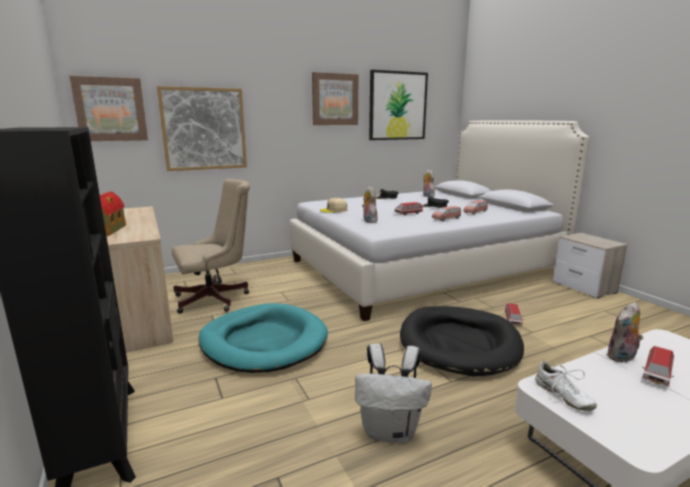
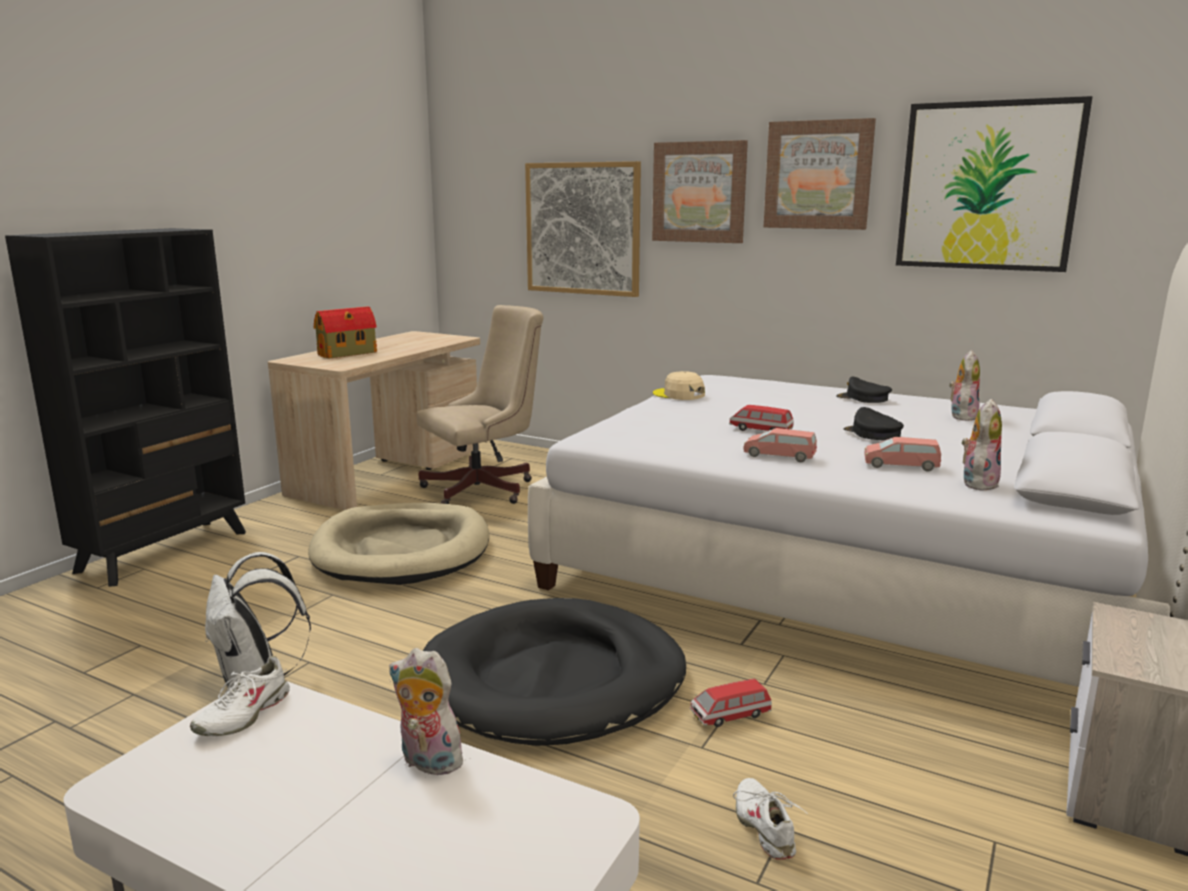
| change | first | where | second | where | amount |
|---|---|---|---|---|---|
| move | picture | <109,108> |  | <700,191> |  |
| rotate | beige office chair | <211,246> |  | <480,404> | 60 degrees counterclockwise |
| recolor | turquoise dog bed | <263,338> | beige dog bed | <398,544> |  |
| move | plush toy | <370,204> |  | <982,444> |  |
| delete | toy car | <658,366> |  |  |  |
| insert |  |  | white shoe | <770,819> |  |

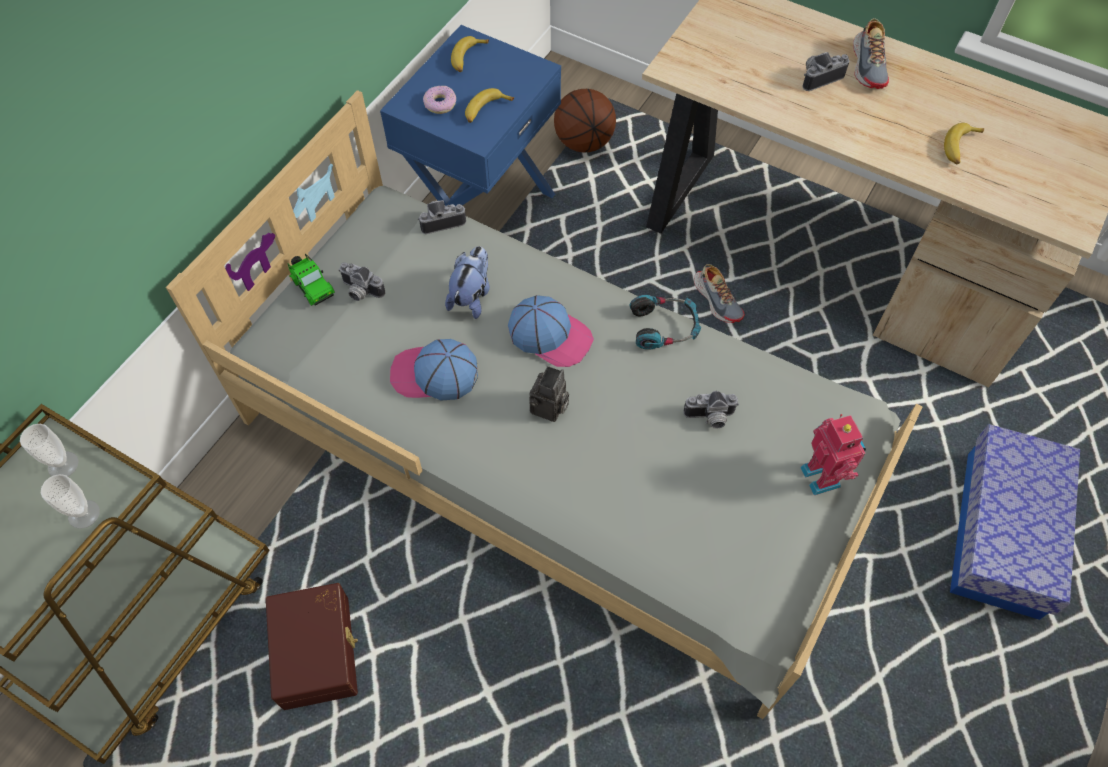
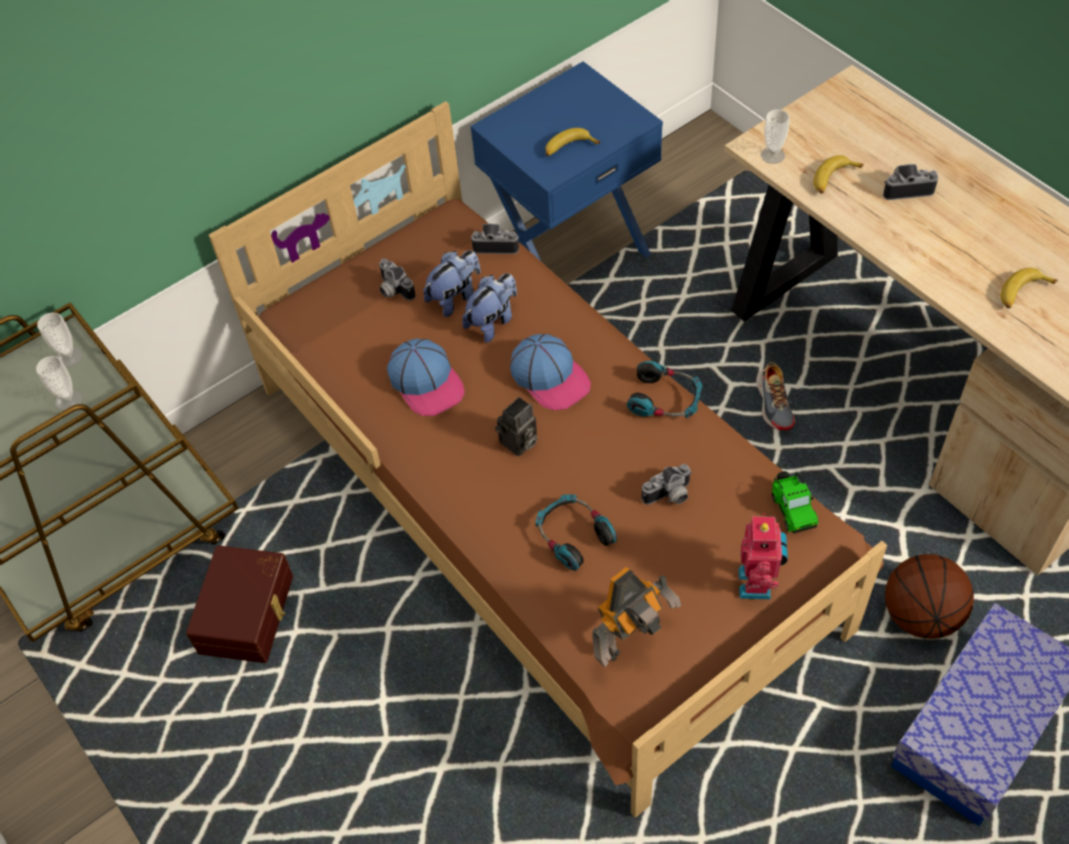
| change | first | where | second | where | amount |
|---|---|---|---|---|---|
| recolor | grey bed | <544,404> | brown bed | <548,459> |  |
| move | toy car | <311,280> |  | <794,502> |  |
| rotate | cap | <434,369> |  | <426,377> | 150 degrees counterclockwise |
| delete | donut | <439,100> |  |  |  |
| move | banana | <470,54> |  | <839,174> |  |
| move | basketball | <585,121> |  | <929,596> |  |
| rotate | photo camera | <711,410> |  | <667,484> | 45 degrees counterclockwise |
| delete | shoe | <871,53> |  |  |  |
| insert |  |  | plush toy | <452,283> |  |
| insert |  |  | headphones | <576,532> |  |
| insert |  |  | toy robot | <636,617> |  |
| insert |  |  | cup | <775,136> |  |

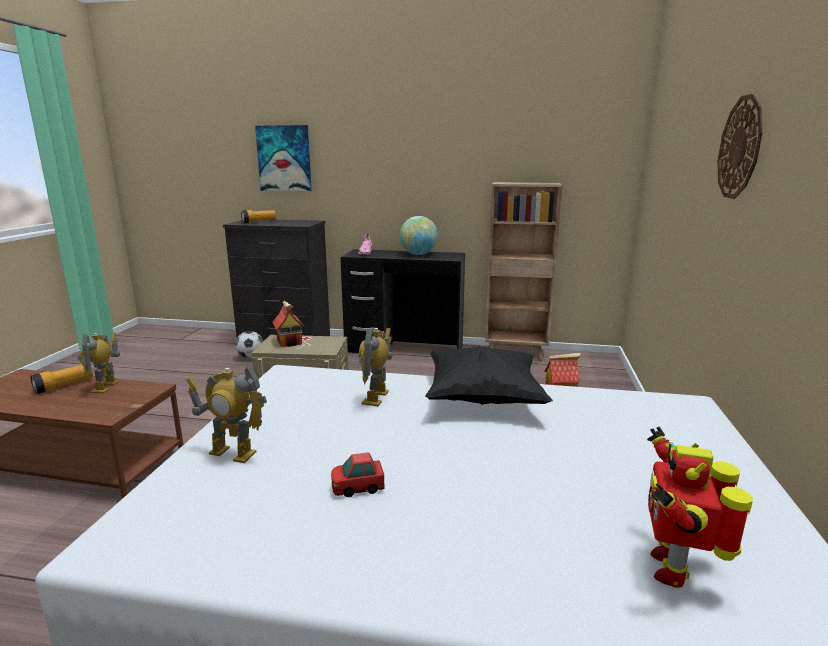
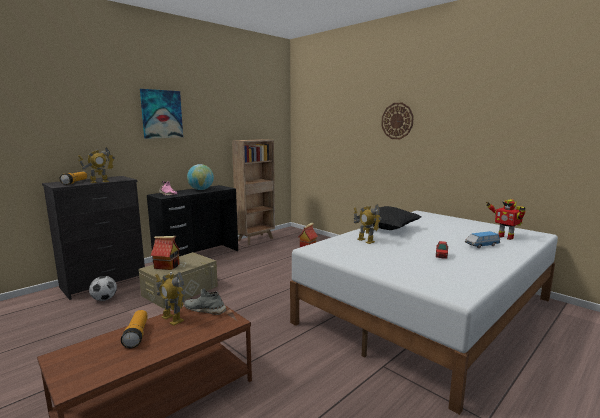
| change | first | where | second | where | amount |
|---|---|---|---|---|---|
| move | toy robot | <226,413> |  | <96,165> |  |
| move | picture | <283,158> |  | <161,114> |  |
| insert |  |  | grey shoe | <205,302> |  |
| insert |  |  | toy car | <482,239> |  |

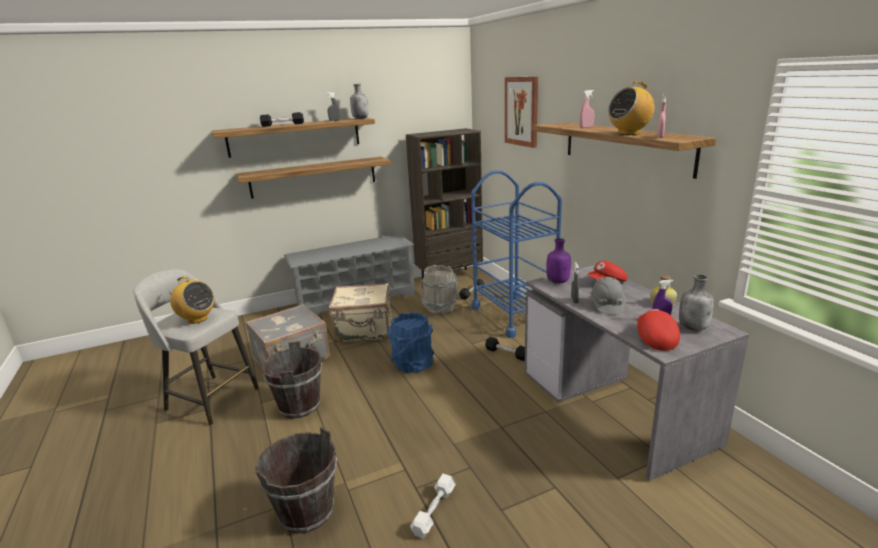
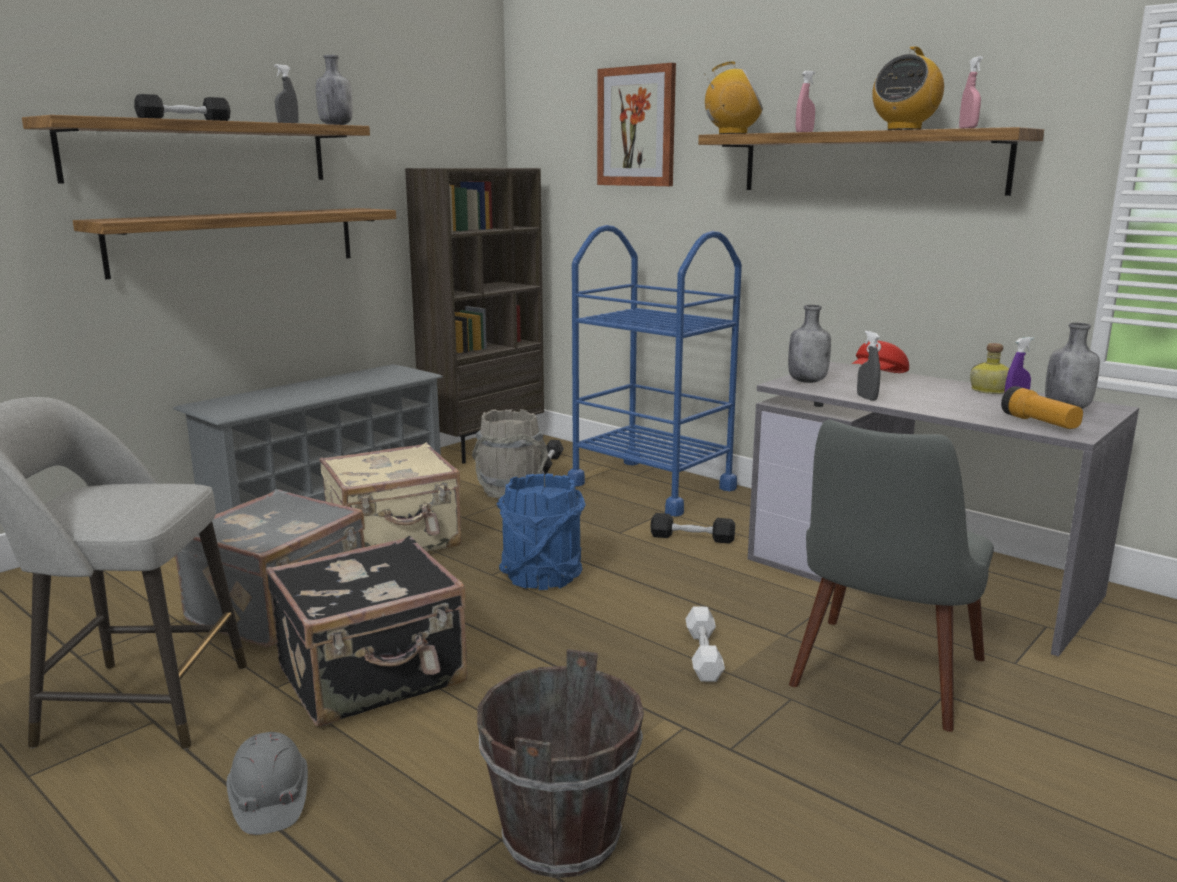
| change | first | where | second | where | amount |
|---|---|---|---|---|---|
| move | radio | <191,300> |  | <734,98> |  |
| replace | brown bucket | <292,380> | black suitcase | <366,631> |  |
| move | white dumbbell | <433,506> |  | <705,644> |  |
| recolor | purple bottle | <558,260> | grey bottle | <809,344> |  |
| move | grey hard hat | <607,296> |  | <267,783> |  |
| replace | red cap | <658,330> | flashlight | <1042,407> |  |
| insert |  |  | grey chair | <891,575> |  |

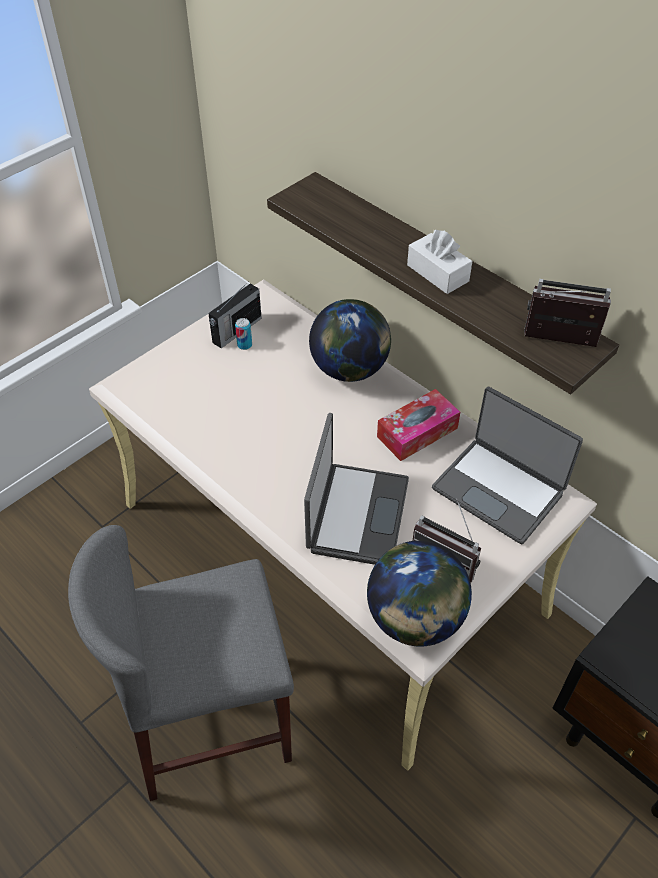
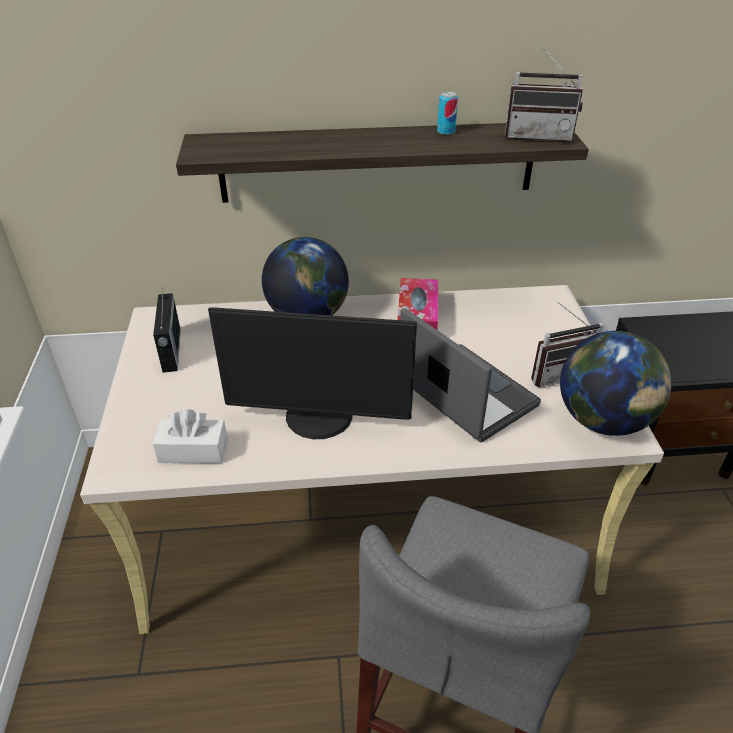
| change | first | where | second | where | amount |
|---|---|---|---|---|---|
| move | can | <243,334> |  | <447,113> |  |
| move | white tissue box | <439,262> |  | <190,436> |  |
| delete | laptop | <507,465> |  |  |  |
| rotate | radio | <567,313> |  | <544,94> | 135 degrees counterclockwise |
| insert |  |  | monitor | <312,373> |  |

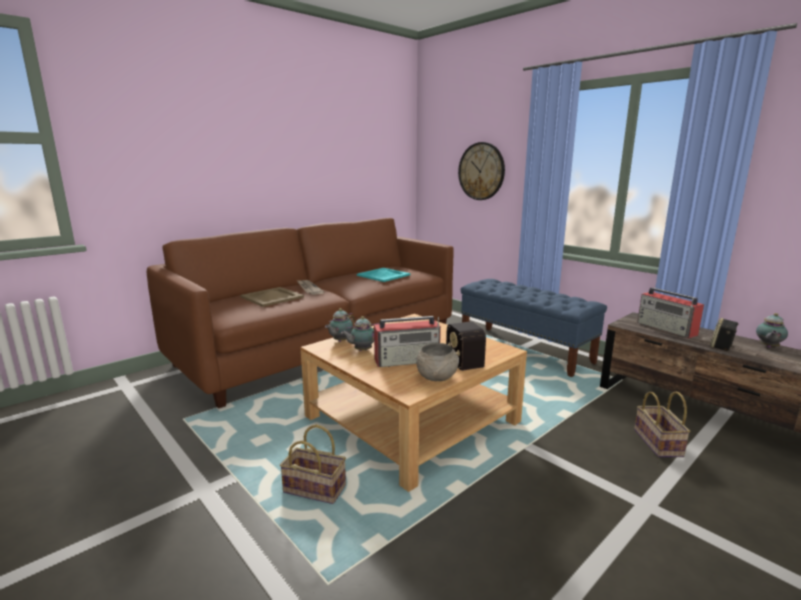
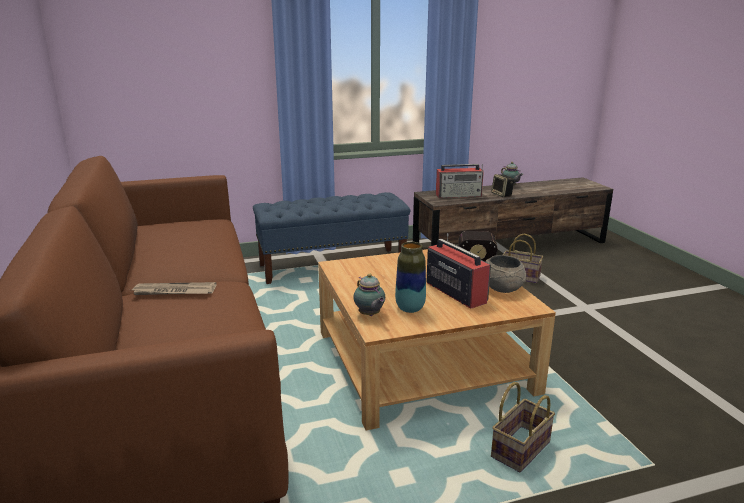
| change | first | where | second | where | amount |
|---|---|---|---|---|---|
| delete | beige tray | <272,297> |  |  |  |
| replace | teapot | <360,333> | vase | <410,277> |  |
| delete | turquoise tray | <383,275> |  |  |  |
| rotate | radio | <407,341> |  | <459,271> | 45 degrees counterclockwise |
| delete | wall clock | <481,171> |  |  |  |

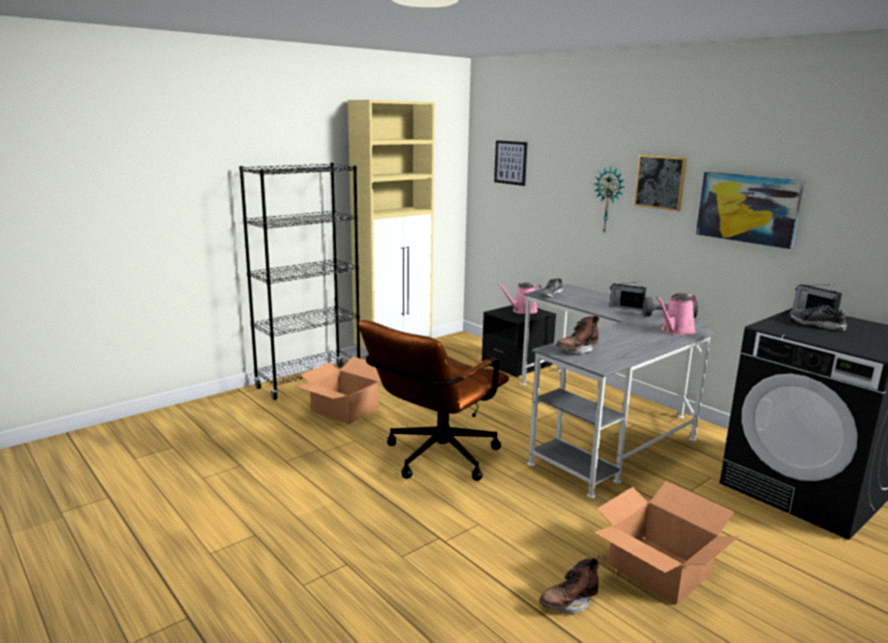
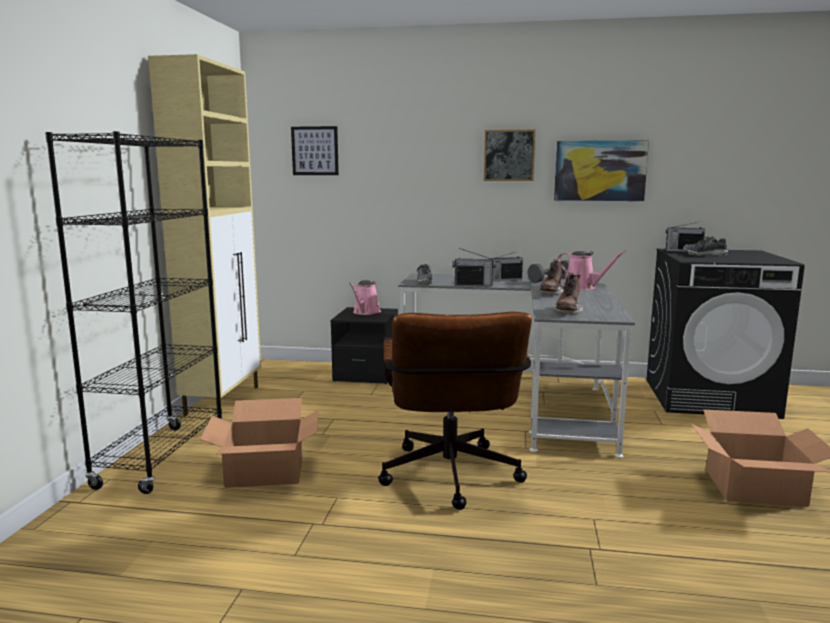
| change | first | where | second | where | amount |
|---|---|---|---|---|---|
| move | brown boot | <569,584> |  | <551,277> |  |
| delete | wall clock | <610,201> |  |  |  |
| rotate | pink watering can | <676,314> |  | <592,270> | 60 degrees counterclockwise |
| insert |  |  | radio | <474,267> |  |

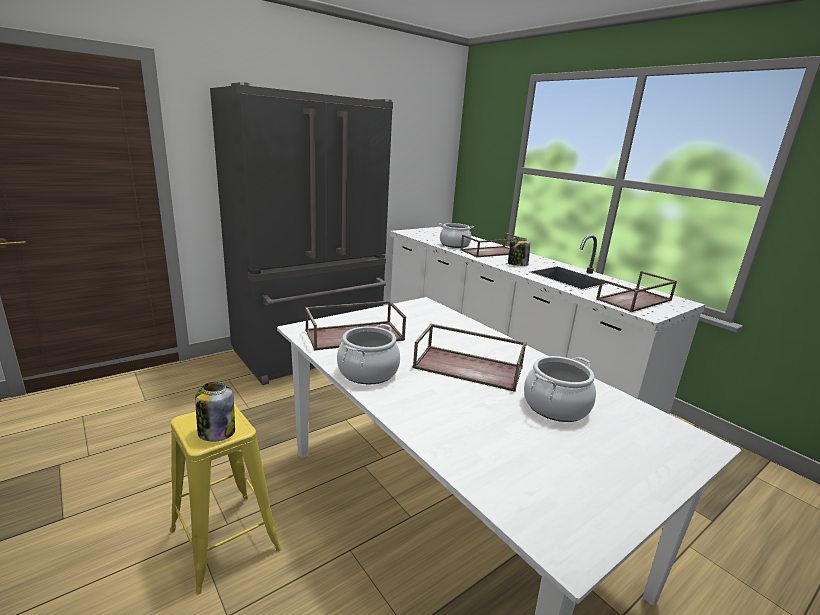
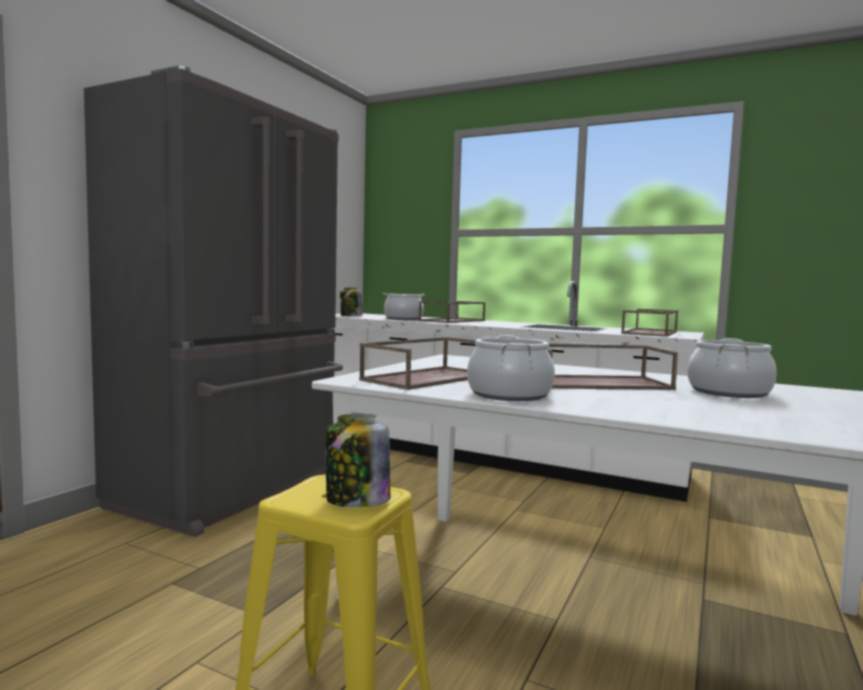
| change | first | where | second | where | amount |
|---|---|---|---|---|---|
| move | jar | <519,252> |  | <351,302> |  |

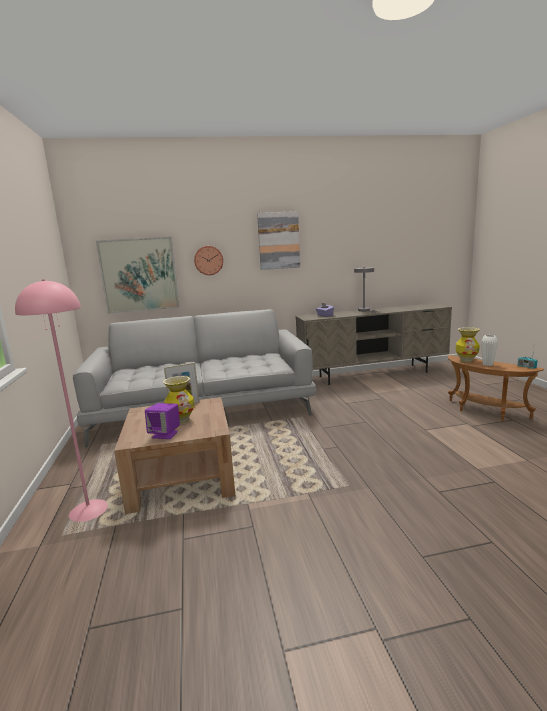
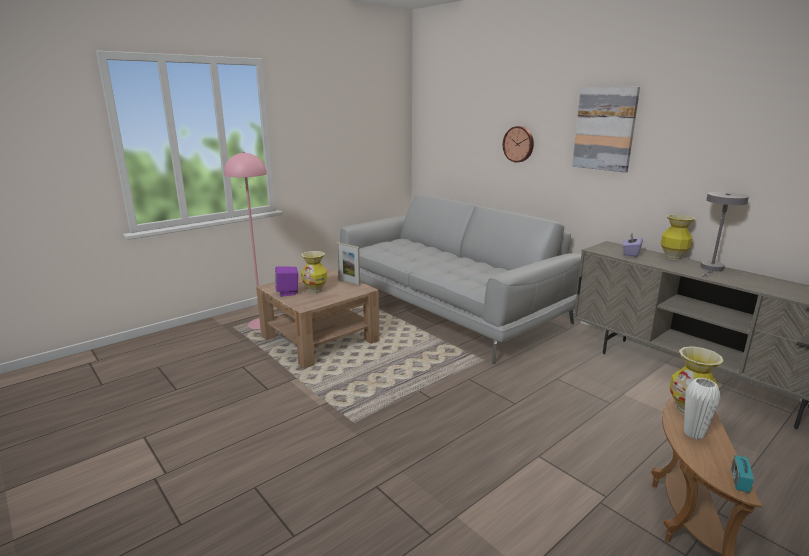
| change | first | where | second | where | amount |
|---|---|---|---|---|---|
| delete | picture | <138,275> |  |  |  |
| insert |  |  | vase | <678,237> |  |

